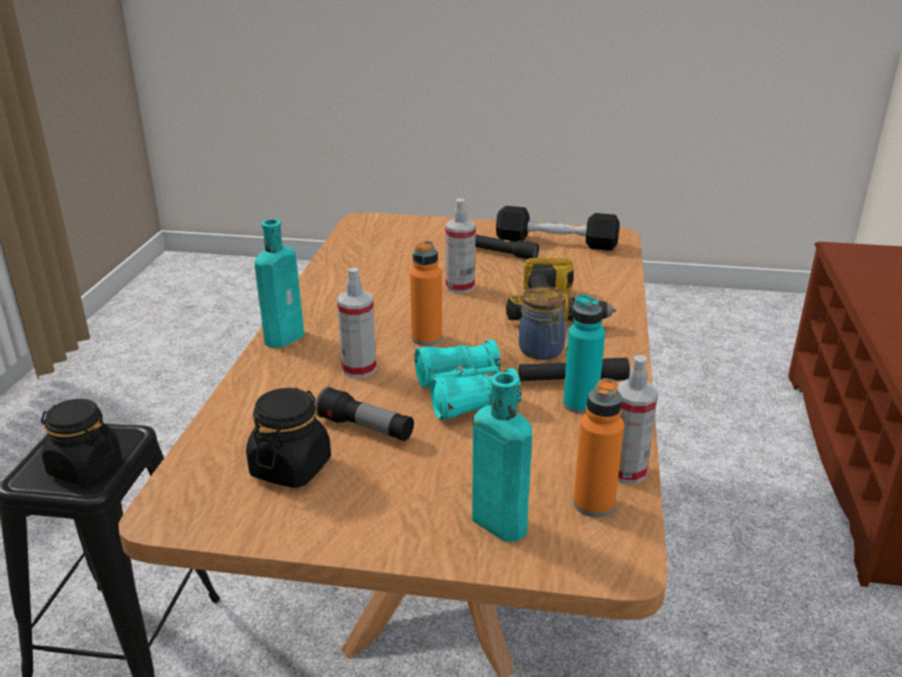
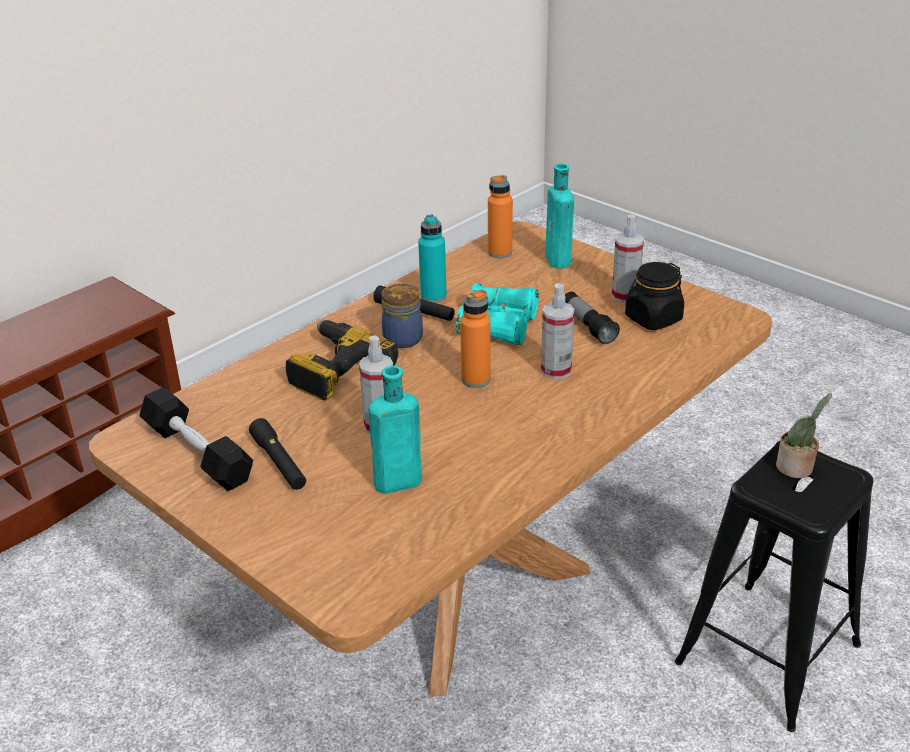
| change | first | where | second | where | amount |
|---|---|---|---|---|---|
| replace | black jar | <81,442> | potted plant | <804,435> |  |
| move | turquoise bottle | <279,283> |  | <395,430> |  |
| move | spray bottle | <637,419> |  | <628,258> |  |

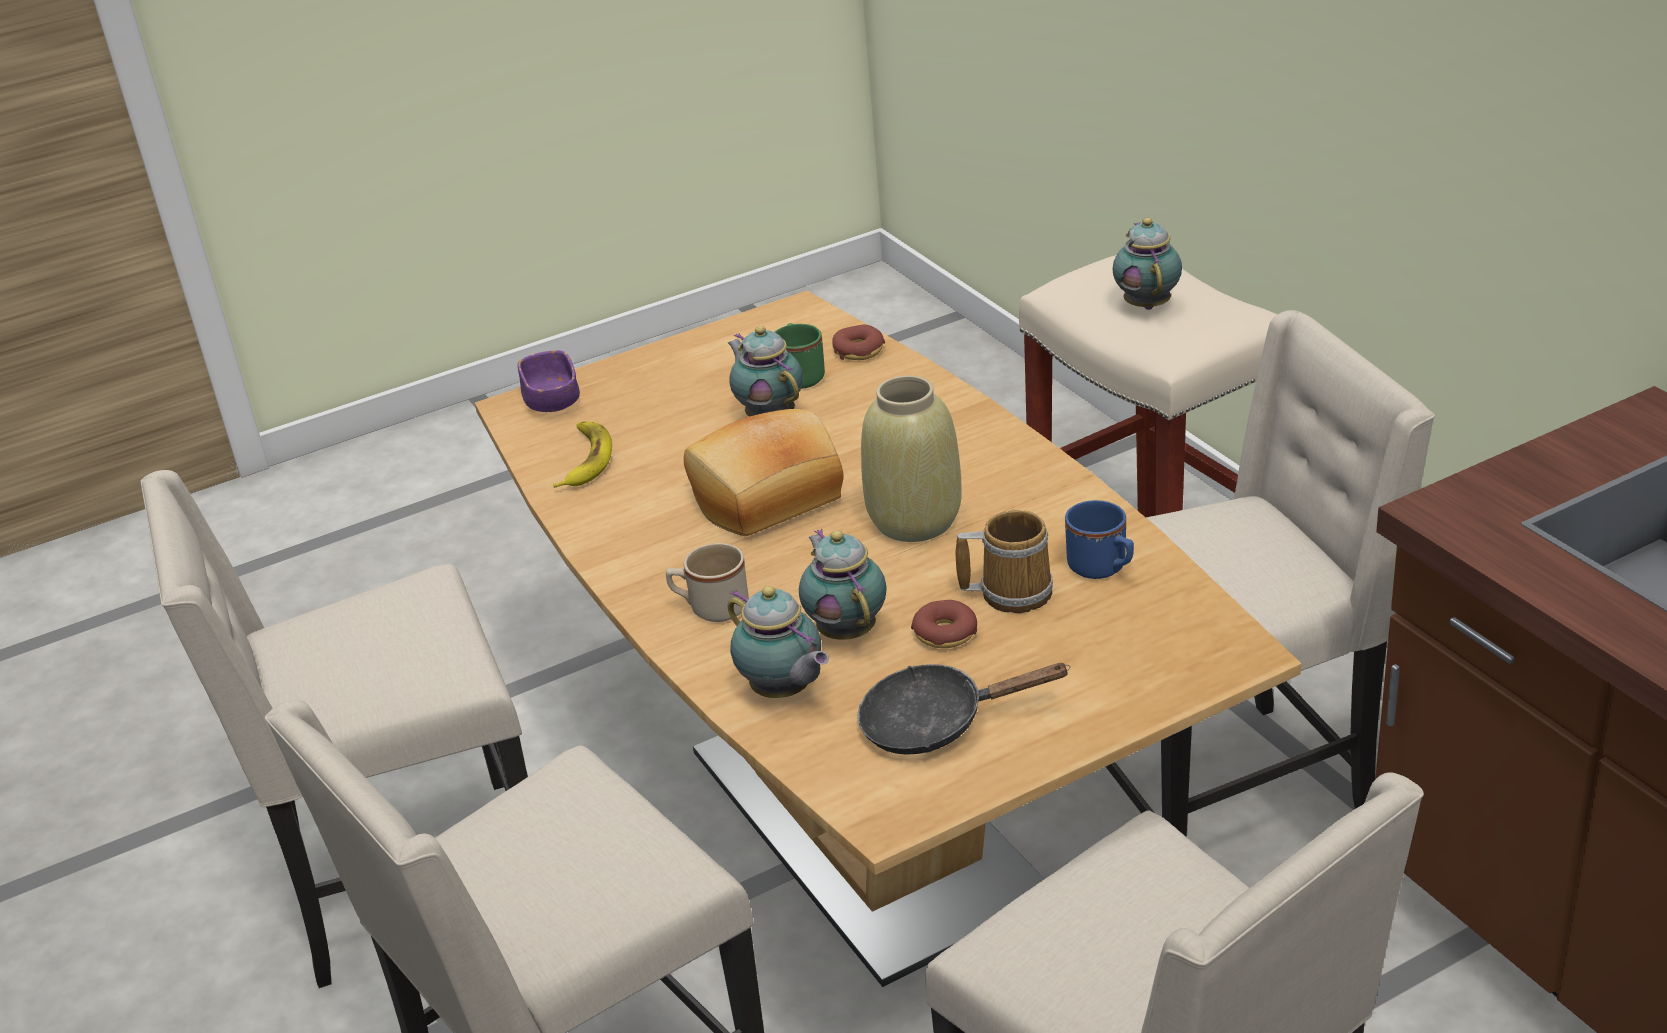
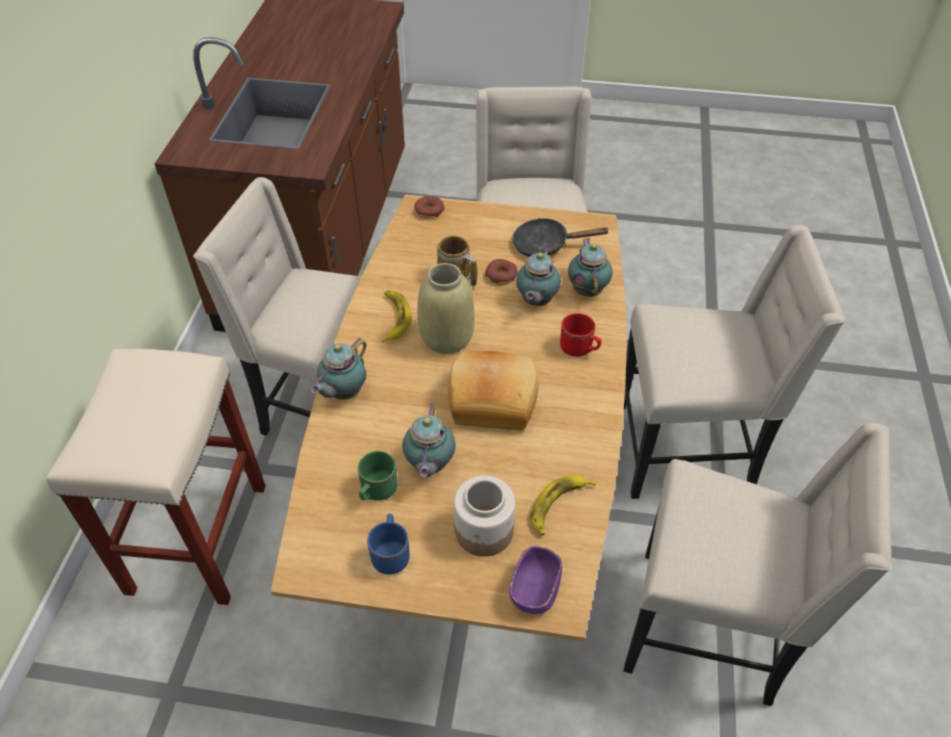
| change | first | where | second | where | amount |
|---|---|---|---|---|---|
| recolor | beige mug | <707,582> | red mug | <581,335> |  |
| move | donut | <858,342> |  | <429,207> |  |
| rotate | black frying pan | <963,709> |  | <561,237> | 150 degrees clockwise |
| move | blue mug | <1099,539> |  | <388,544> |  |
| move | teapot | <1147,264> |  | <339,368> |  |
| insert |  |  | banana | <396,316> |  |
| insert |  |  | jar | <484,516> |  |

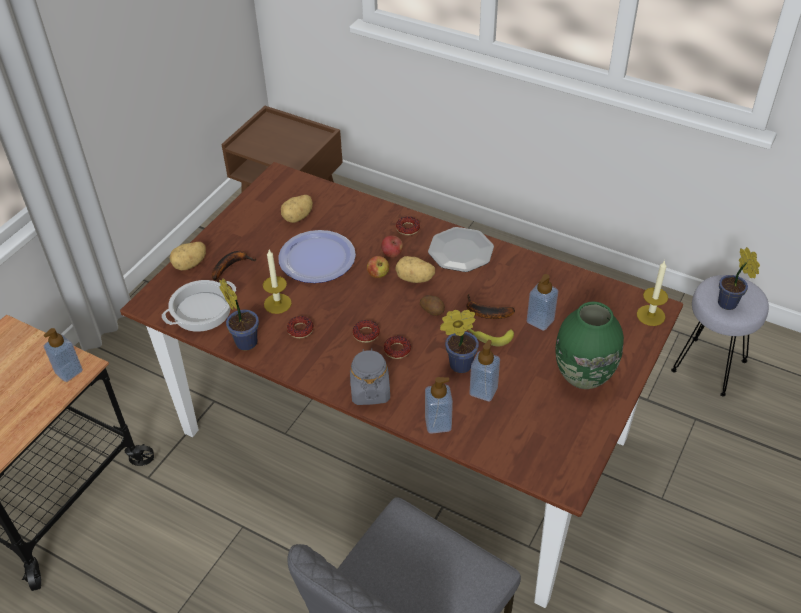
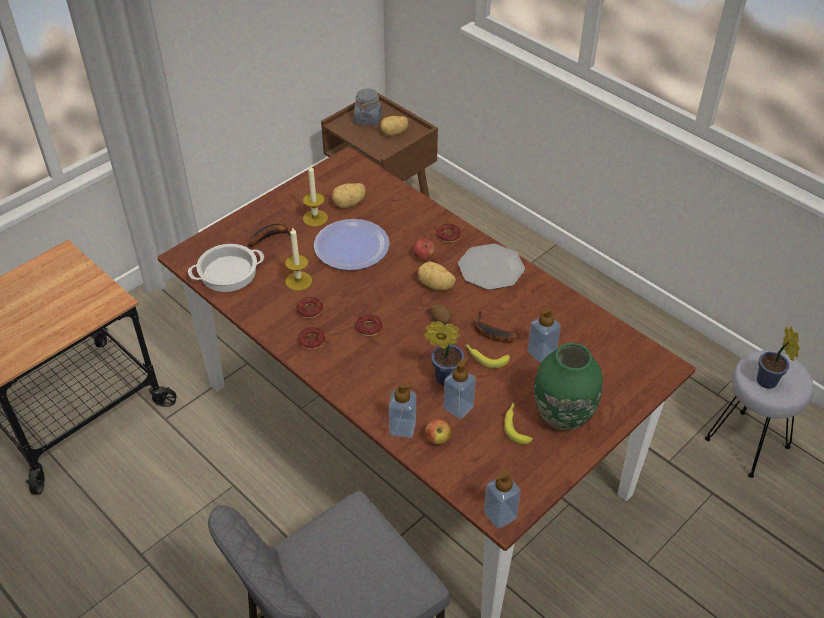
| change | first | where | second | where | amount |
|---|---|---|---|---|---|
| move | soap dispenser | <63,355> |  | <502,499> |  |
| move | potato | <188,256> |  | <394,126> |  |
| delete | potted plant | <239,314> |  |  |  |
| move | grey jar | <370,376> |  | <368,107> |  |
| move | apple | <378,267> |  | <438,432> |  |
| move | donut | <397,347> |  | <311,338> |  |
| move | candle | <652,293> |  | <315,195> |  |
| insert |  |  | banana | <518,423> |  |

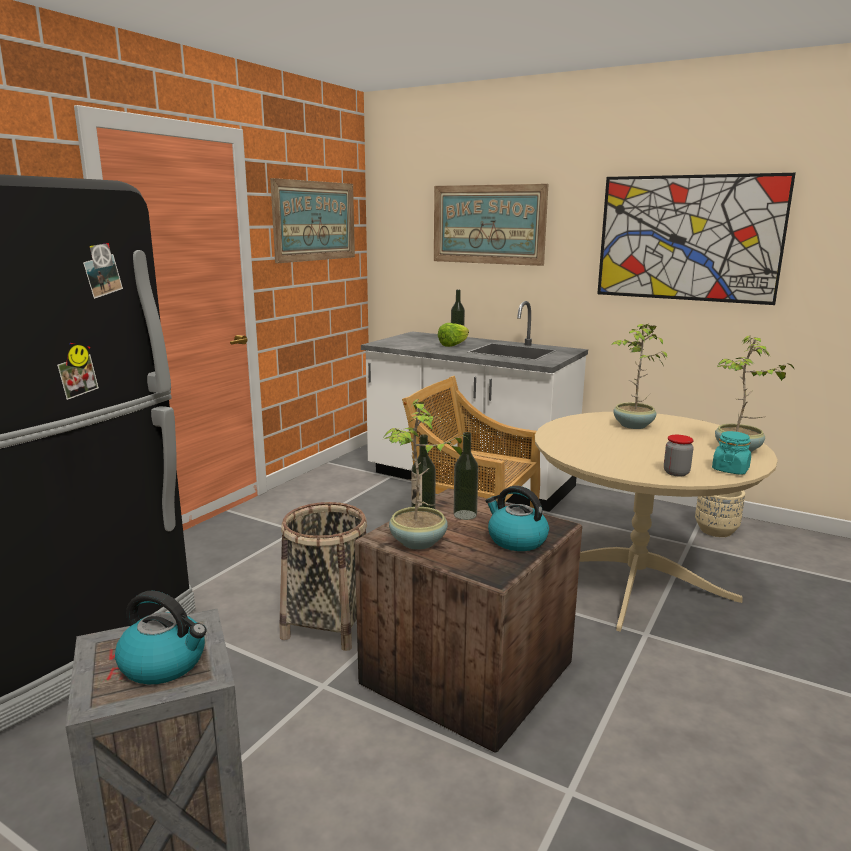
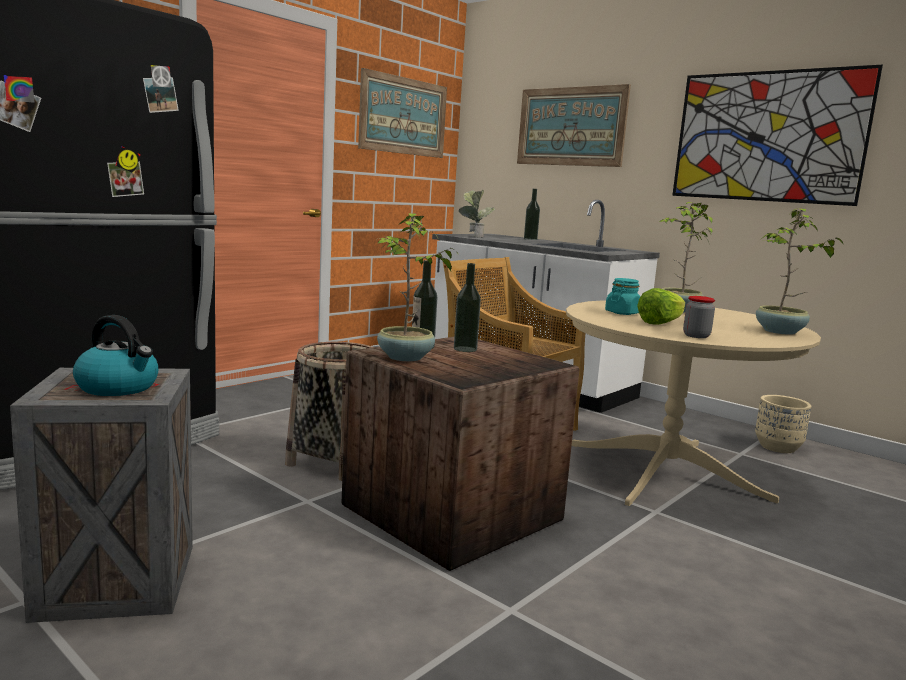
| change | first | where | second | where | amount |
|---|---|---|---|---|---|
| move | lettuce | <453,335> |  | <661,306> |  |
| delete | kettle | <517,518> |  |  |  |
| move | turquoise jar | <731,453> |  | <623,296> |  |
| insert |  |  | potted plant | <477,213> |  |

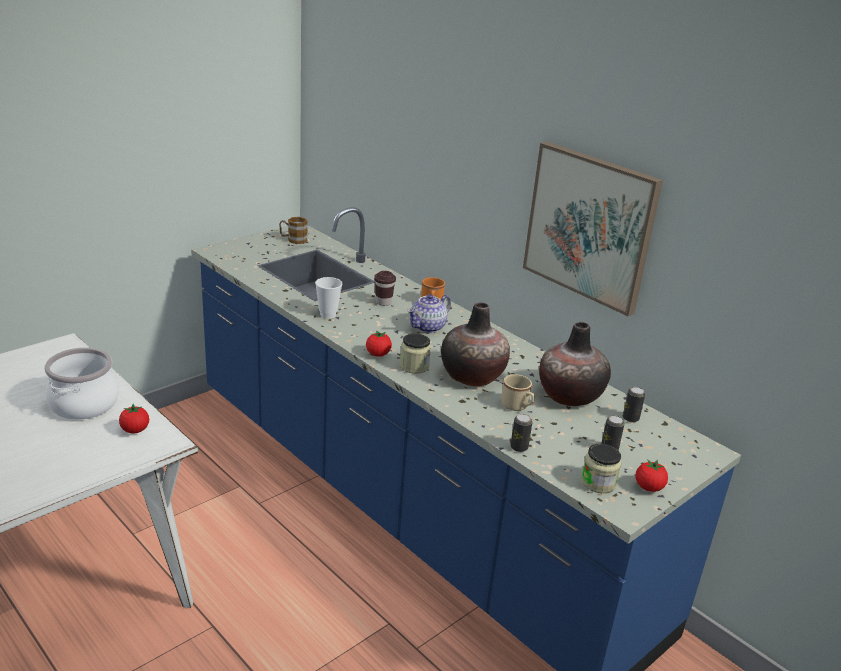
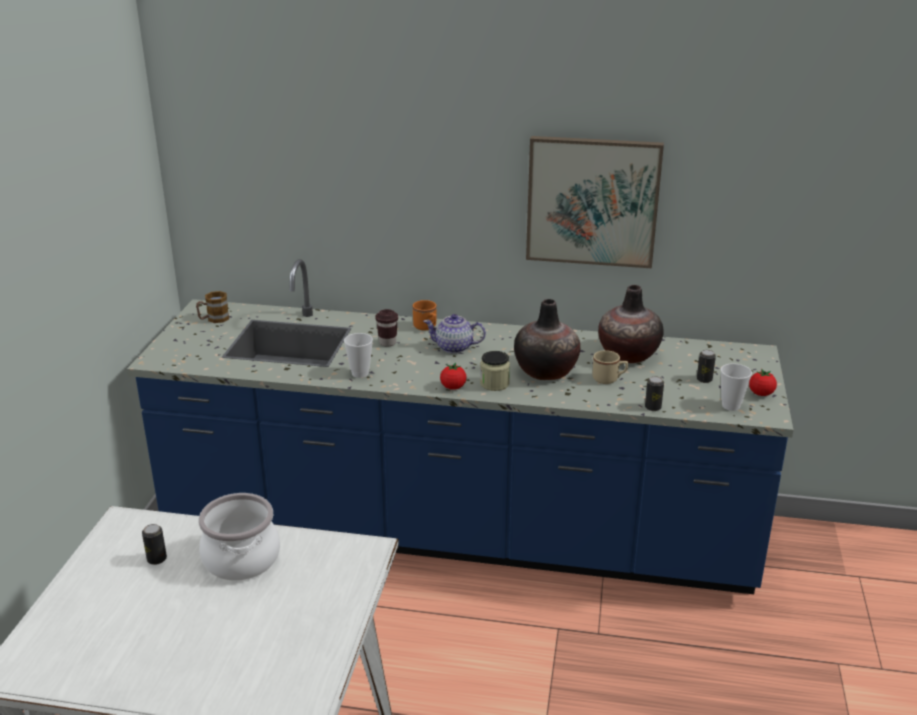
| change | first | where | second | where | amount |
|---|---|---|---|---|---|
| delete | tomato | <134,419> |  |  |  |
| rotate | teapot | <429,313> |  | <454,333> | 90 degrees clockwise |
| replace | jar | <601,468> | cup | <736,387> |  |
| move | can | <634,404> |  | <154,544> |  |

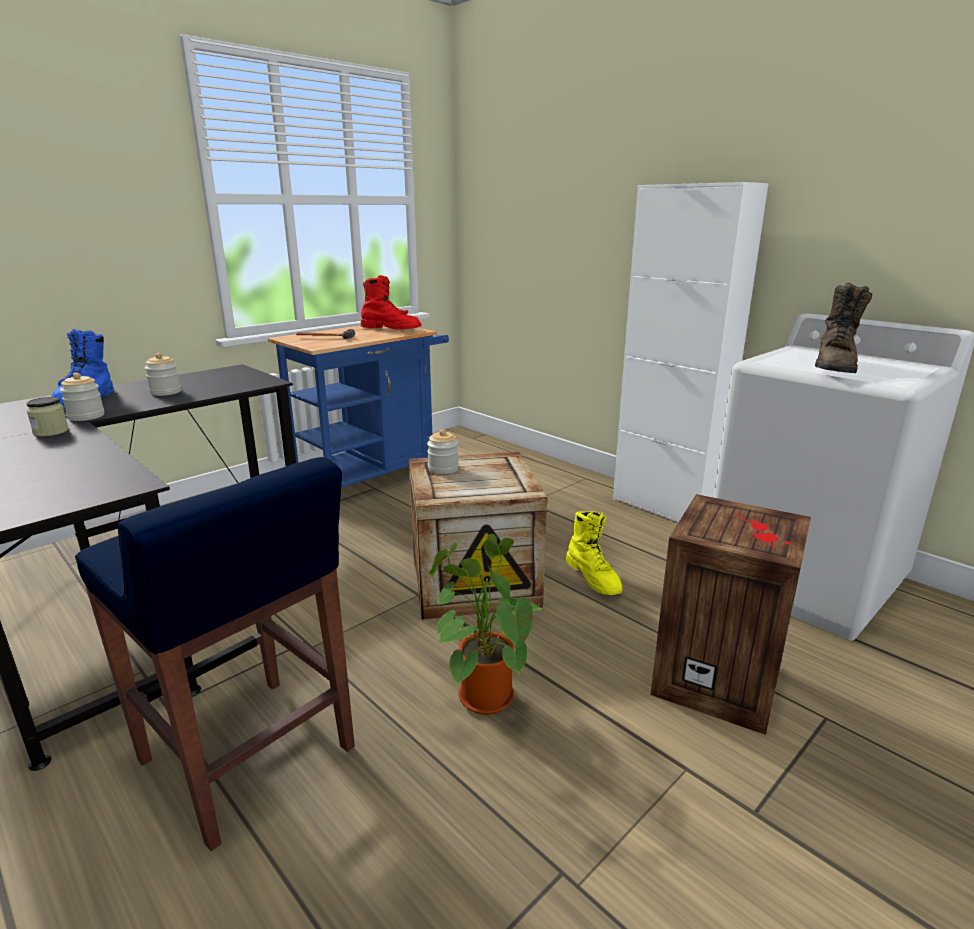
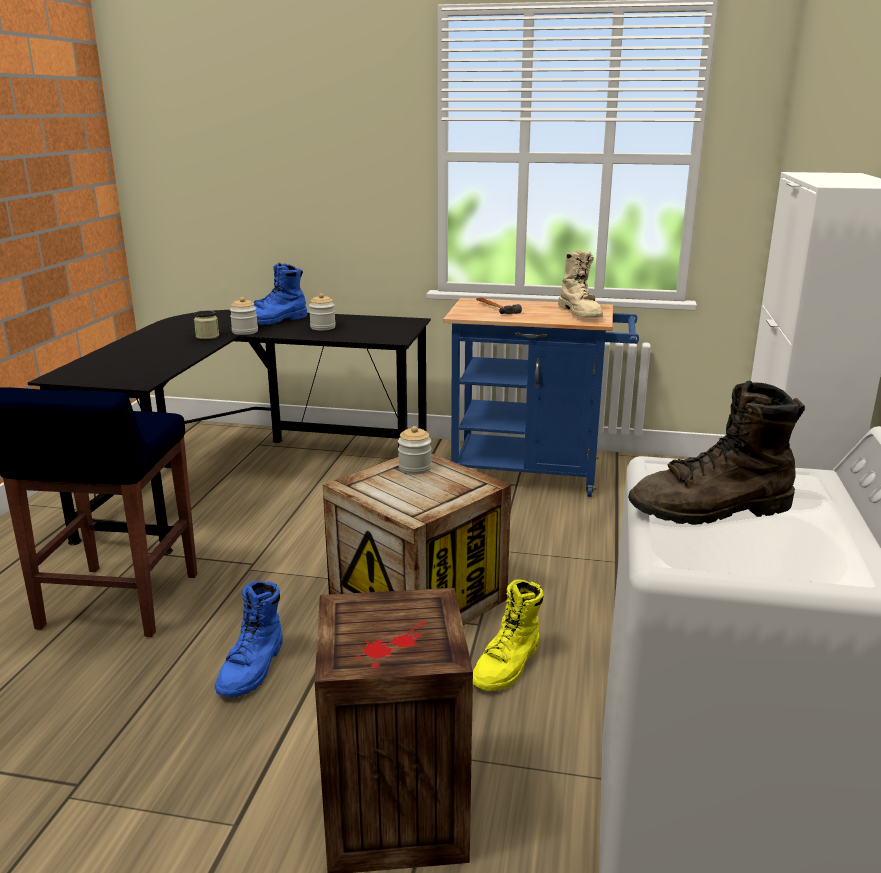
| change | first | where | second | where | amount |
|---|---|---|---|---|---|
| recolor | red boot | <391,302> | beige boot | <580,284> |  |
| replace | potted plant | <486,624> | blue boot | <249,639> |  |

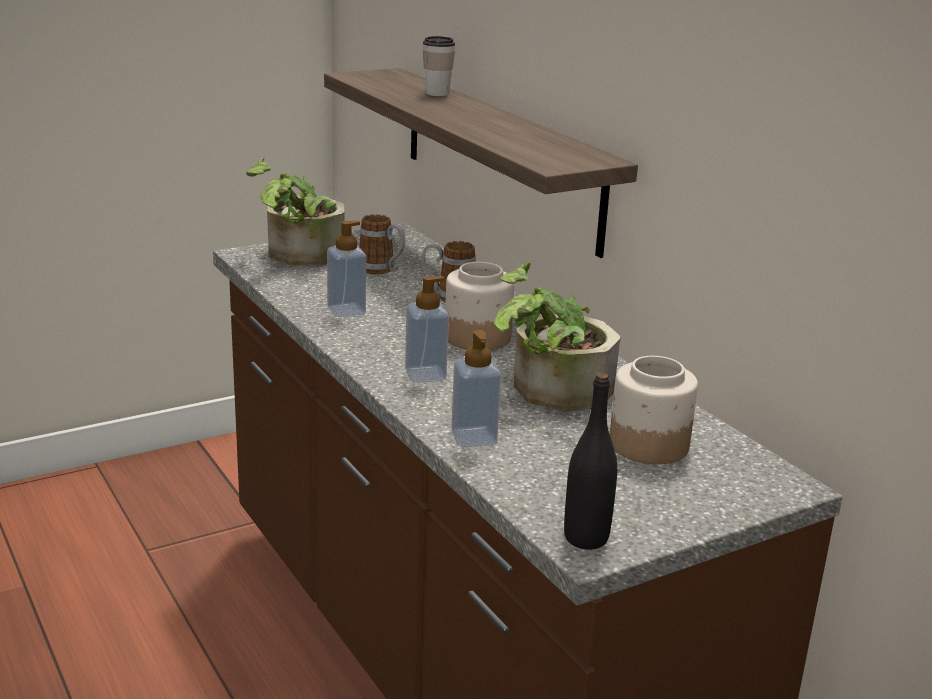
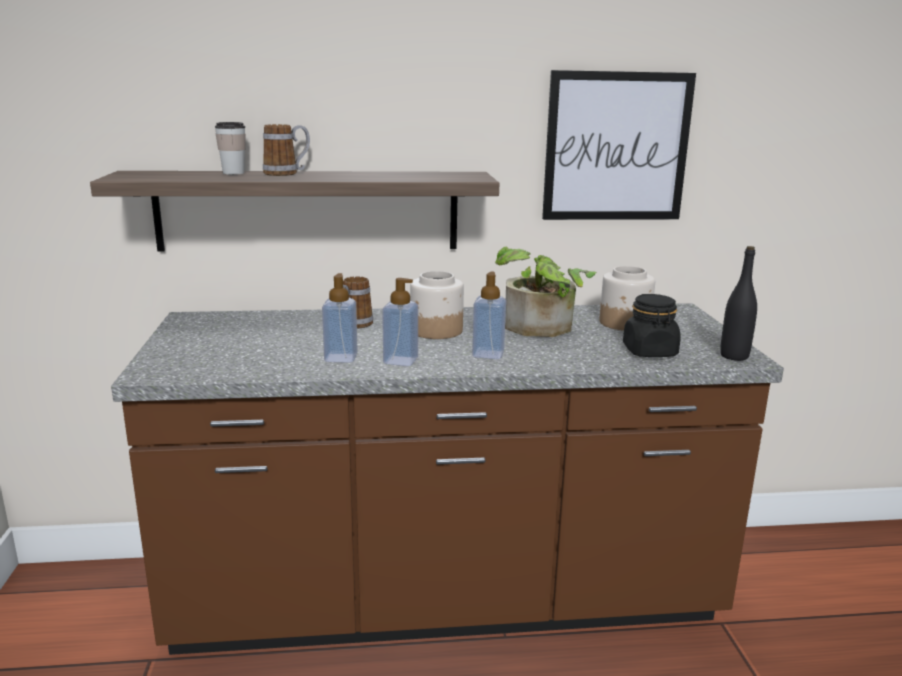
| change | first | where | second | where | amount |
|---|---|---|---|---|---|
| delete | potted plant | <295,212> |  |  |  |
| move | mug | <382,244> |  | <286,150> |  |
| move | soap dispenser | <476,388> |  | <400,322> |  |
| insert |  |  | picture | <619,145> |  |
| insert |  |  | black jar | <652,325> |  |

